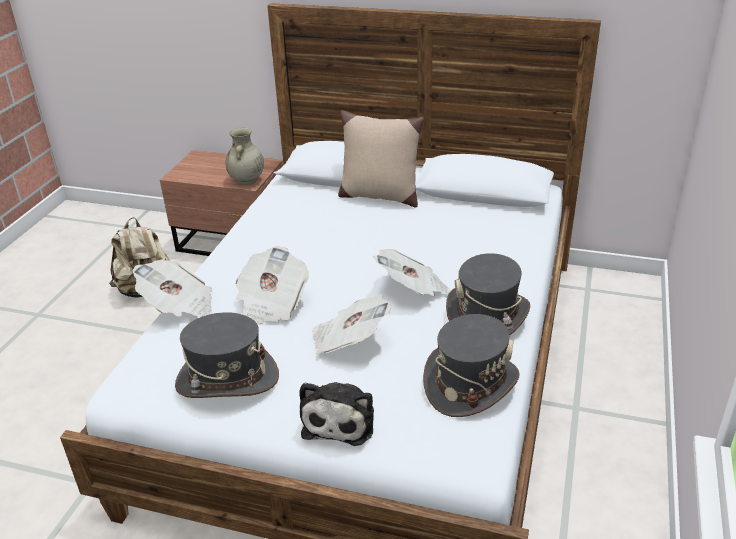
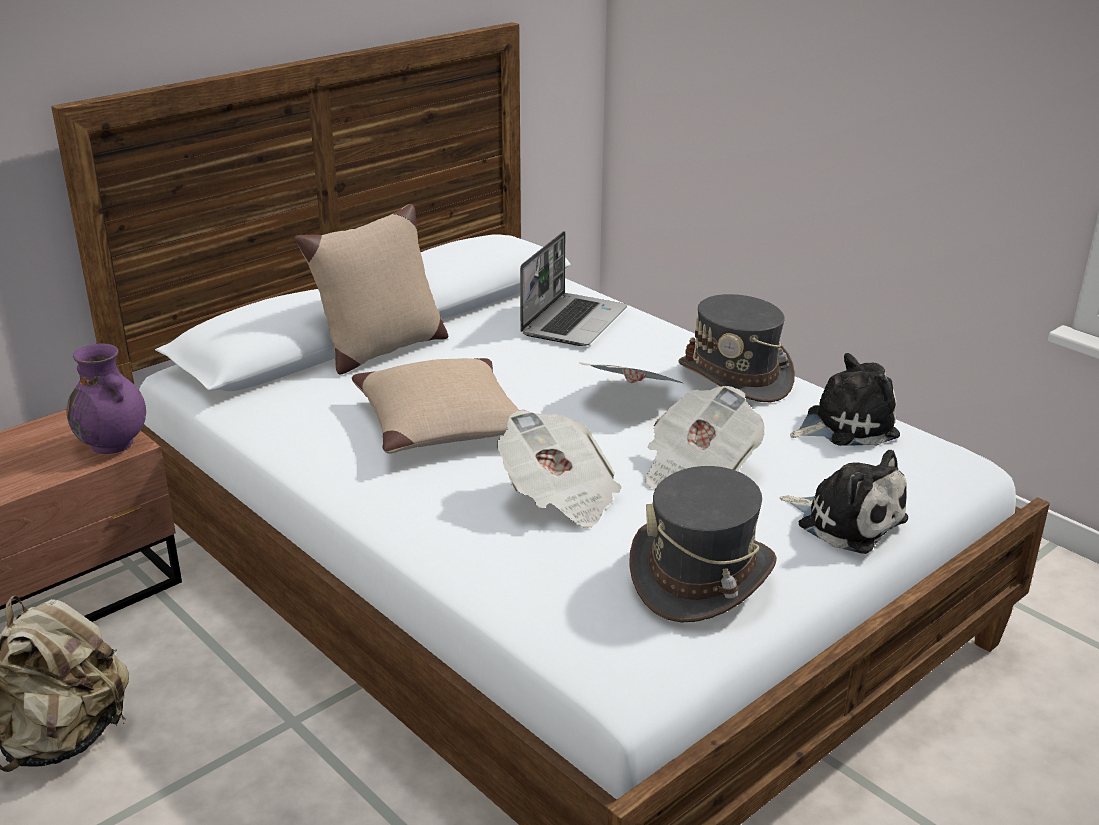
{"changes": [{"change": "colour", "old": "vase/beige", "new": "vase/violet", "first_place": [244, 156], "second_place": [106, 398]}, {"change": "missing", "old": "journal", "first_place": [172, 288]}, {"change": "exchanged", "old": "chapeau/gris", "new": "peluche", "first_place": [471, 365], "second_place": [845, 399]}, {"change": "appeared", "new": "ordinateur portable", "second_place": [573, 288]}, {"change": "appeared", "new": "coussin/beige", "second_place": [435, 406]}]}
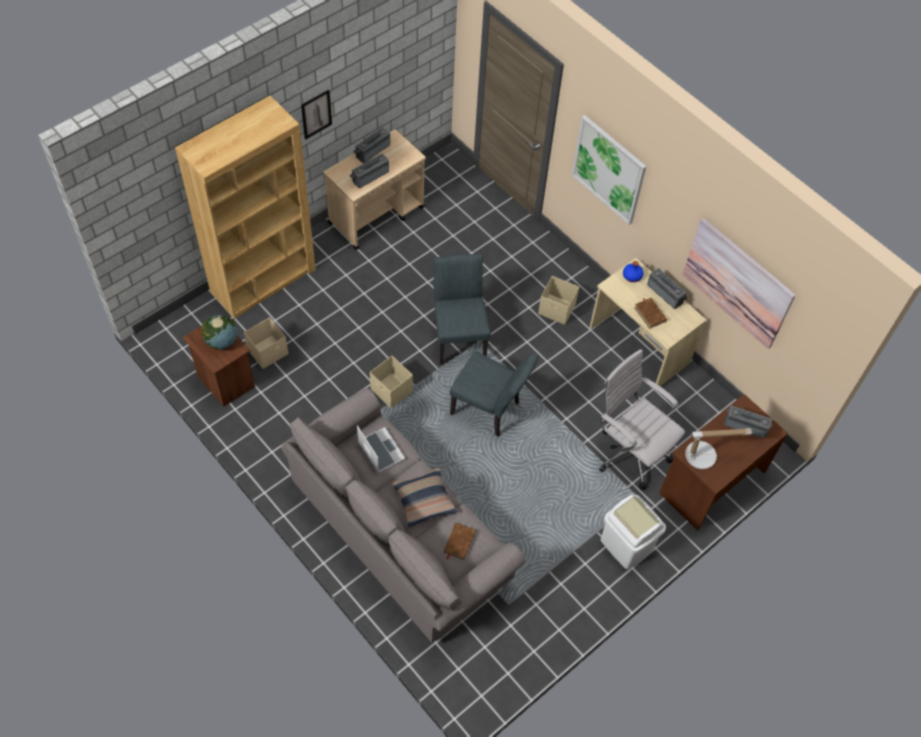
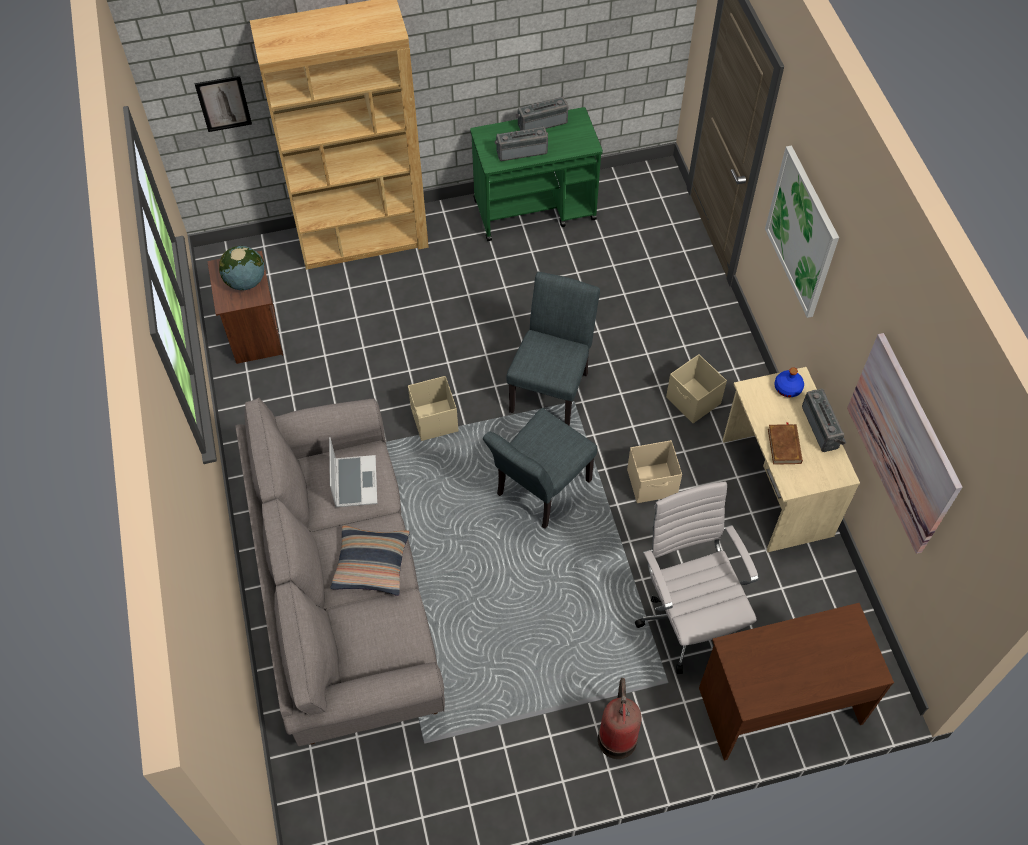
{"changes": [{"change": "relocated", "old": "tableau", "first_place": [316, 114], "second_place": [223, 104]}, {"change": "colour", "old": "chariot/beige", "new": "chariot/vert", "first_place": [375, 189], "second_place": [536, 174]}, {"change": "relocated", "old": "boîte de rangement/beige", "first_place": [266, 343], "second_place": [654, 471]}, {"change": "spun", "old": "chaise/gris", "first_place": [494, 394], "second_place": [540, 468], "degrees": 75}, {"change": "missing", "old": "radio", "first_place": [748, 421]}, {"change": "missing", "old": "lampe de table", "first_place": [718, 448]}, {"change": "exchanged", "old": "poubelle/blanc", "new": "extincteur", "first_place": [633, 532], "second_place": [620, 718]}, {"change": "missing", "old": "livre/marron", "first_place": [459, 541]}]}
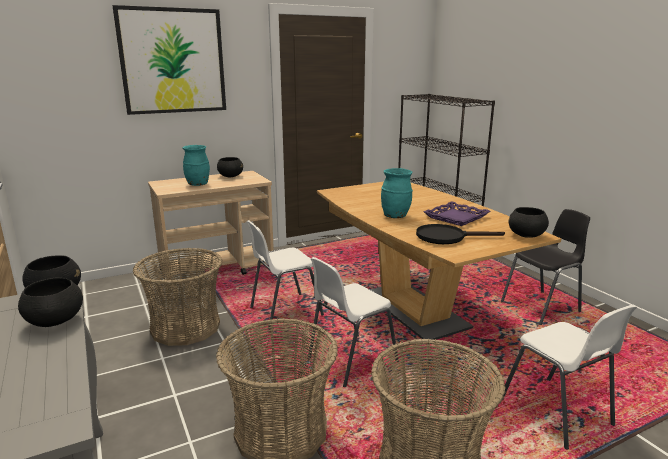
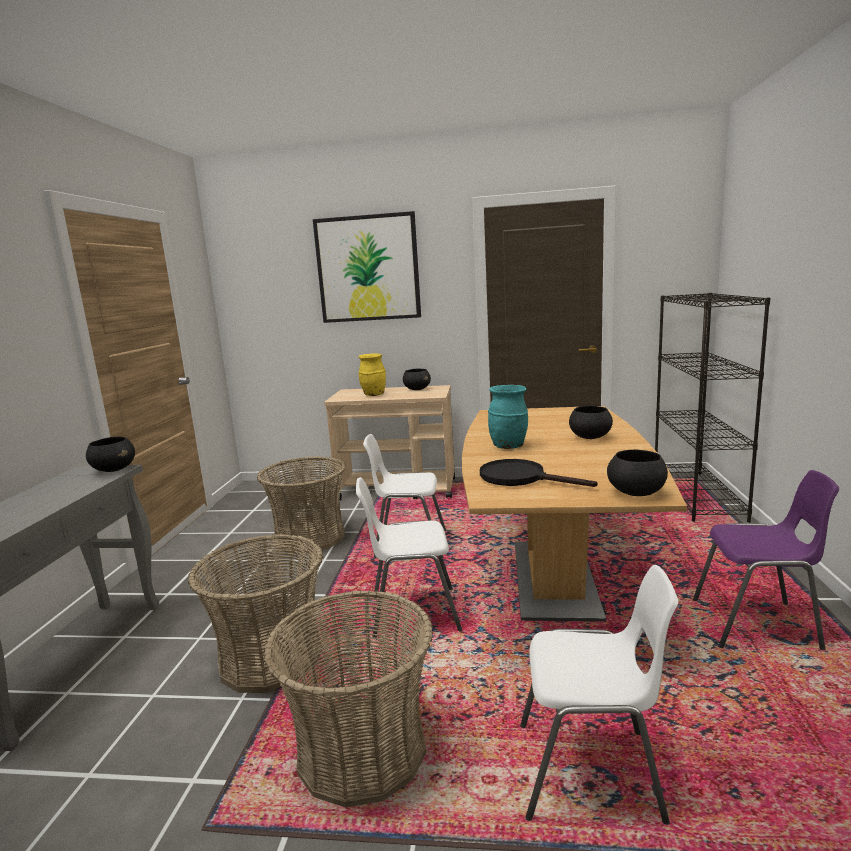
{"changes": [{"change": "colour", "old": "vase/turquoise", "new": "vase/jaune", "first_place": [196, 165], "second_place": [372, 374]}, {"change": "missing", "old": "plateau/violet", "first_place": [457, 213]}, {"change": "colour", "old": "chaise/noir", "new": "chaise/violet", "first_place": [545, 267], "second_place": [766, 560]}, {"change": "relocated", "old": "bol/noir", "first_place": [50, 302], "second_place": [591, 422]}, {"change": "spun", "old": "chaise/blanc", "first_place": [569, 377], "second_place": [599, 695], "degrees": -90}]}
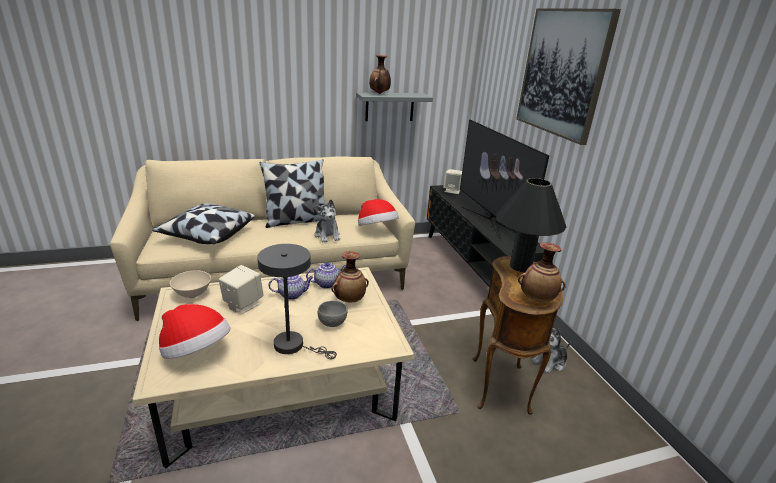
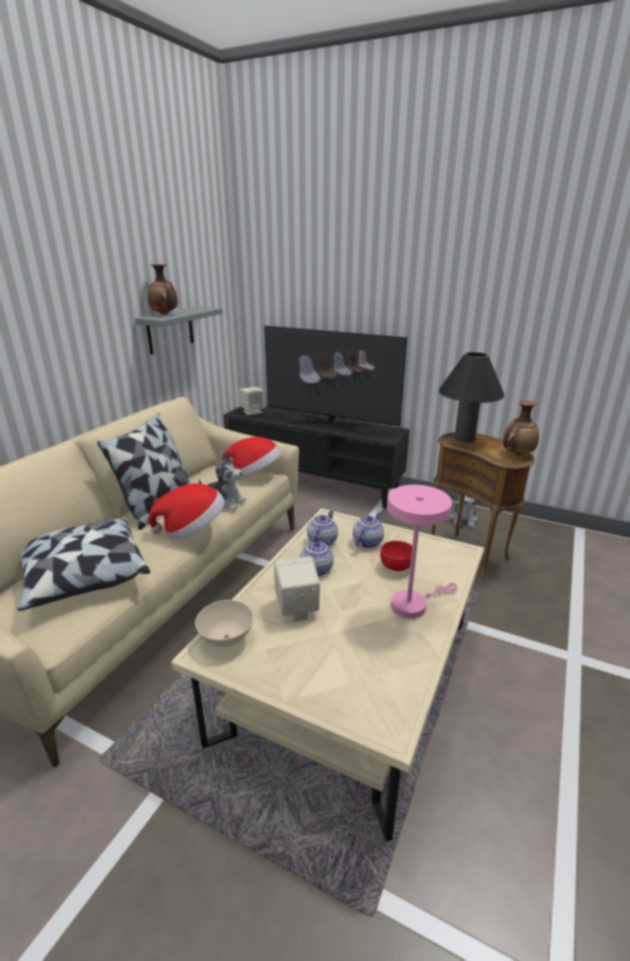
{"changes": [{"change": "missing", "old": "tableau", "first_place": [568, 76]}, {"change": "colour", "old": "lampe de table/gris", "new": "lampe de table/rose", "first_place": [297, 301], "second_place": [422, 552]}, {"change": "exchanged", "old": "vase", "new": "théière", "first_place": [350, 276], "second_place": [368, 530]}, {"change": "colour", "old": "bol/gris", "new": "bol/rouge", "first_place": [333, 314], "second_place": [396, 556]}, {"change": "relocated", "old": "chapeau", "first_place": [194, 331], "second_place": [186, 511]}]}
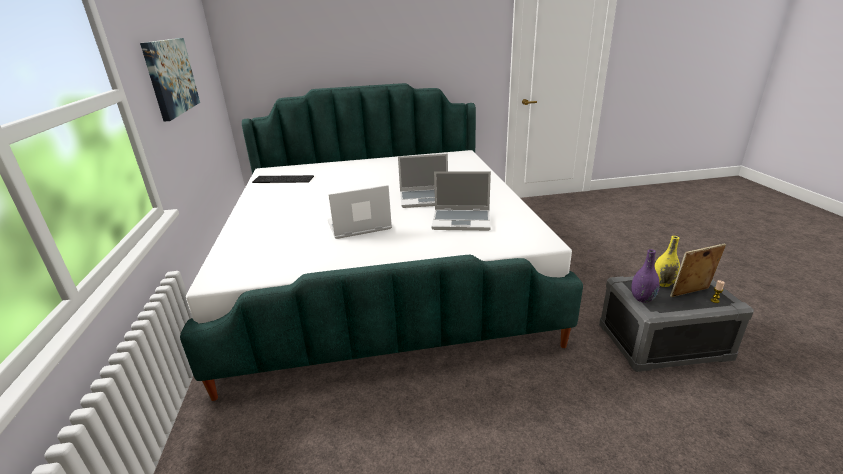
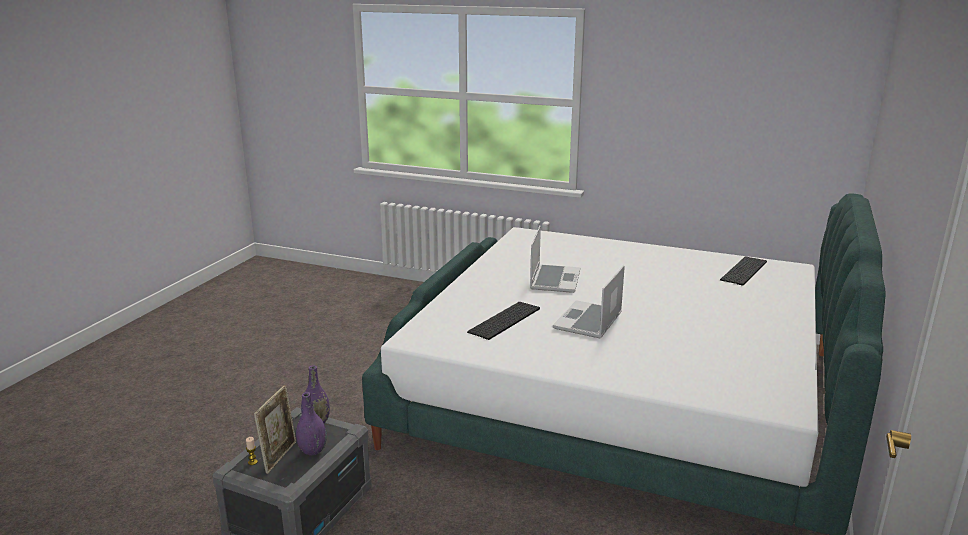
{"changes": [{"change": "missing", "old": "tableau", "first_place": [170, 80]}, {"change": "exchanged", "old": "ordinateur portable", "new": "clavier", "first_place": [461, 201], "second_place": [503, 321]}, {"change": "colour", "old": "vase/jaune", "new": "vase/violet", "first_place": [667, 261], "second_place": [311, 423]}]}
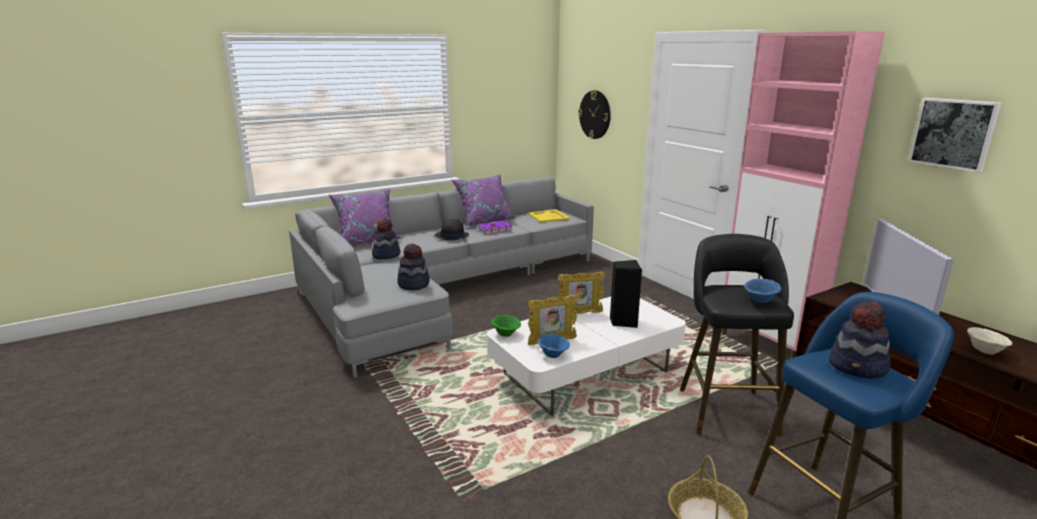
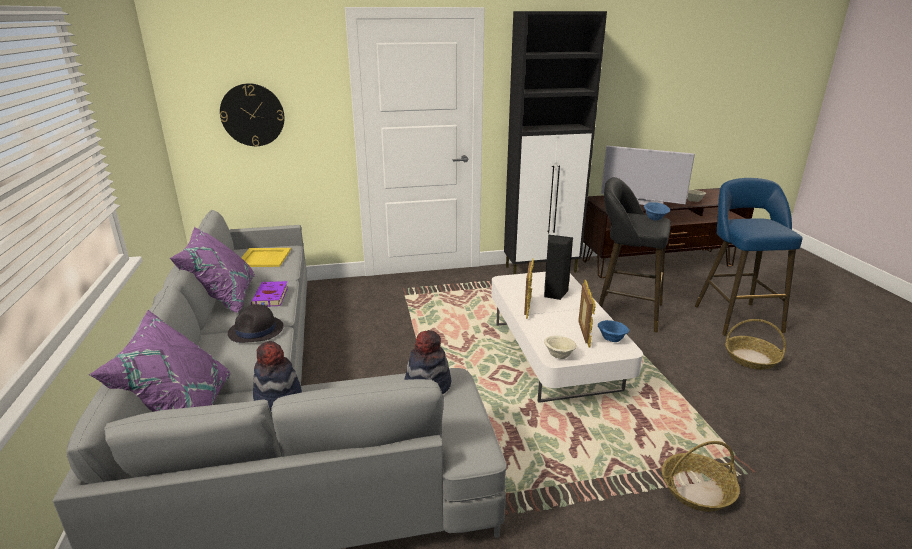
{"changes": [{"change": "colour", "old": "meuble de rangement/rose", "new": "meuble de rangement/noir", "first_place": [804, 194], "second_place": [555, 142]}, {"change": "missing", "old": "tableau", "first_place": [954, 135]}, {"change": "missing", "old": "chapeau", "first_place": [859, 339]}, {"change": "colour", "old": "bol/vert", "new": "bol/beige", "first_place": [506, 326], "second_place": [560, 347]}, {"change": "appeared", "new": "panier", "second_place": [701, 476]}]}
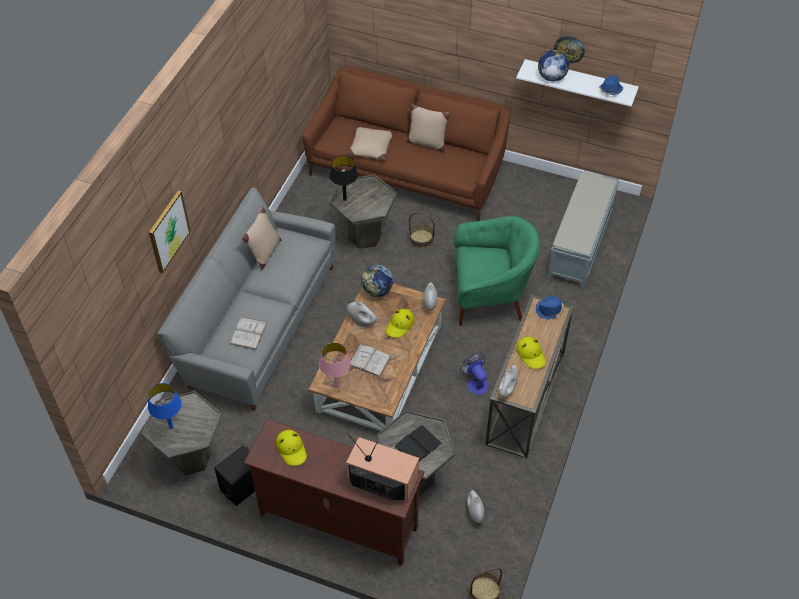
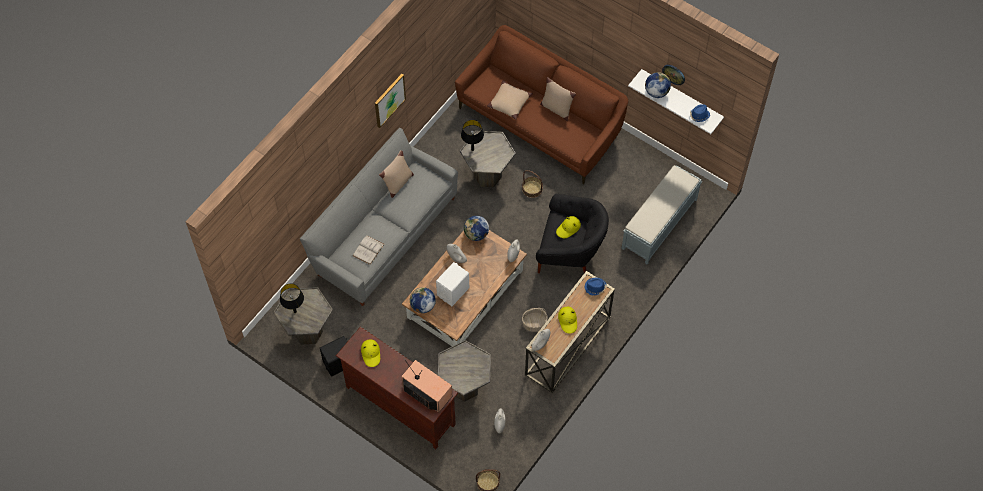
{"changes": [{"change": "relocated", "old": "tableau", "first_place": [169, 231], "second_place": [390, 101]}, {"change": "colour", "old": "fauteuil/vert", "new": "fauteuil/noir", "first_place": [497, 271], "second_place": [572, 233]}, {"change": "relocated", "old": "chapeau/jaune", "first_place": [400, 323], "second_place": [568, 227]}, {"change": "exchanged", "old": "lampe de table/rose", "new": "globe", "first_place": [335, 365], "second_place": [423, 300]}, {"change": "exchanged", "old": "livre/blanc", "new": "enceinte/blanc", "first_place": [371, 361], "second_place": [452, 284]}, {"change": "exchanged", "old": "ventilateur", "new": "panier", "first_place": [474, 374], "second_place": [535, 320]}, {"change": "colour", "old": "lampe de table/bleu", "new": "lampe de table/noir", "first_place": [165, 406], "second_place": [292, 298]}, {"change": "missing", "old": "livre/noir", "first_place": [418, 443]}]}
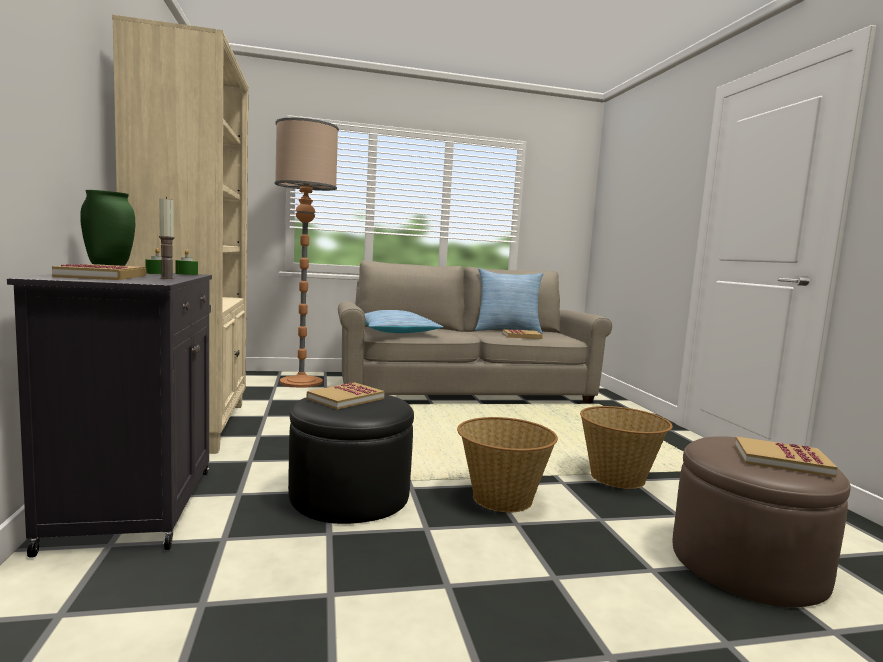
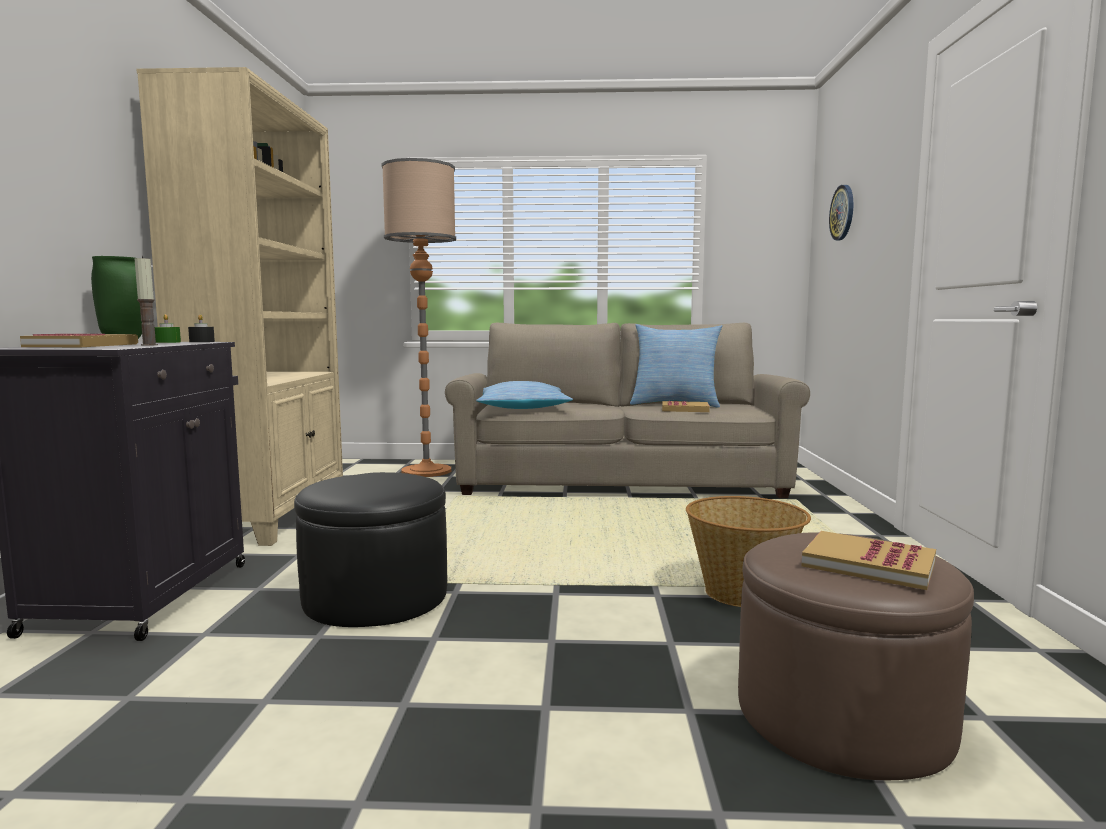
{"changes": [{"change": "colour", "old": "bougie/vert", "new": "bougie/noir", "first_place": [186, 262], "second_place": [201, 328]}, {"change": "missing", "old": "livre", "first_place": [346, 396]}, {"change": "missing", "old": "panier", "first_place": [507, 464]}, {"change": "appeared", "new": "horloge murale", "second_place": [841, 212]}]}
